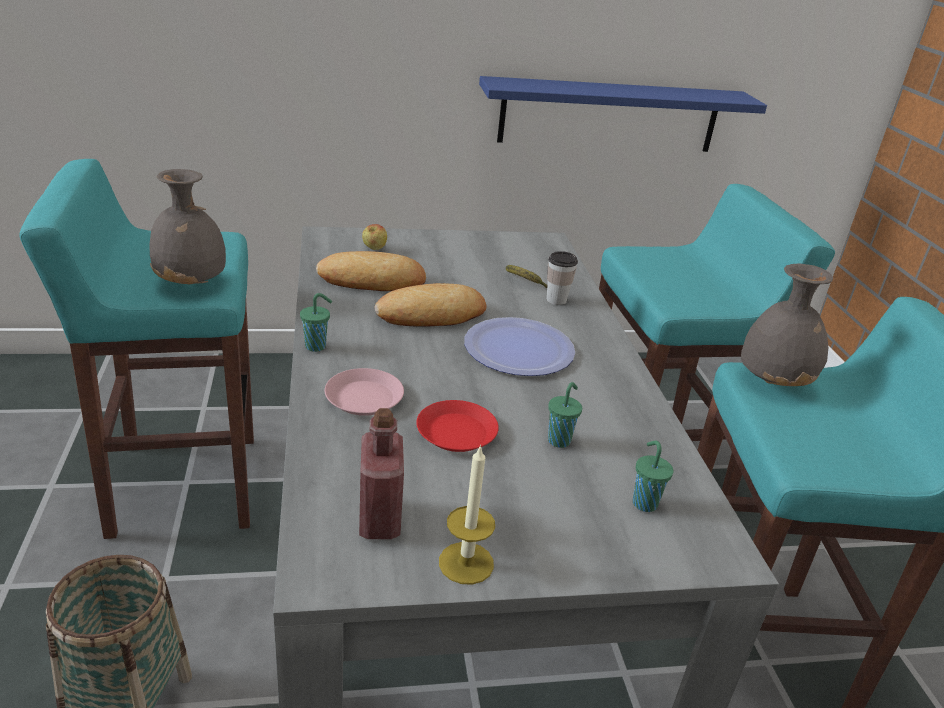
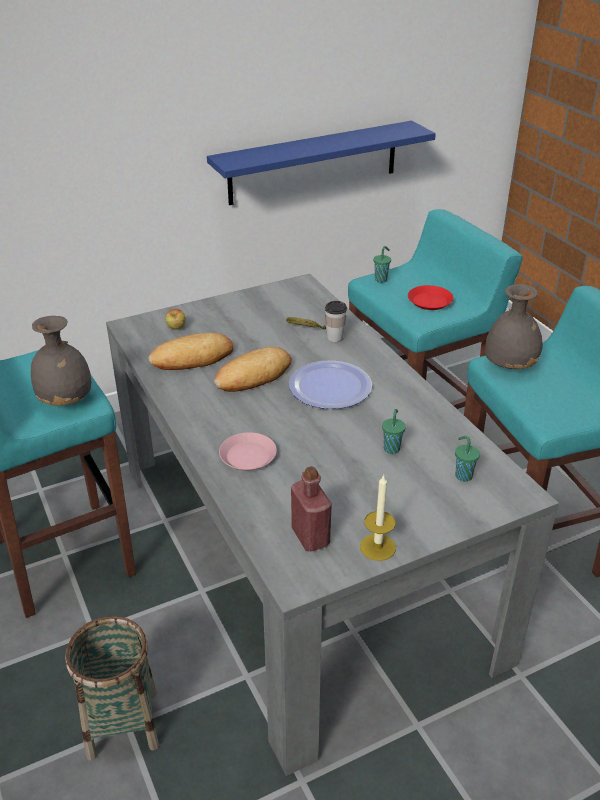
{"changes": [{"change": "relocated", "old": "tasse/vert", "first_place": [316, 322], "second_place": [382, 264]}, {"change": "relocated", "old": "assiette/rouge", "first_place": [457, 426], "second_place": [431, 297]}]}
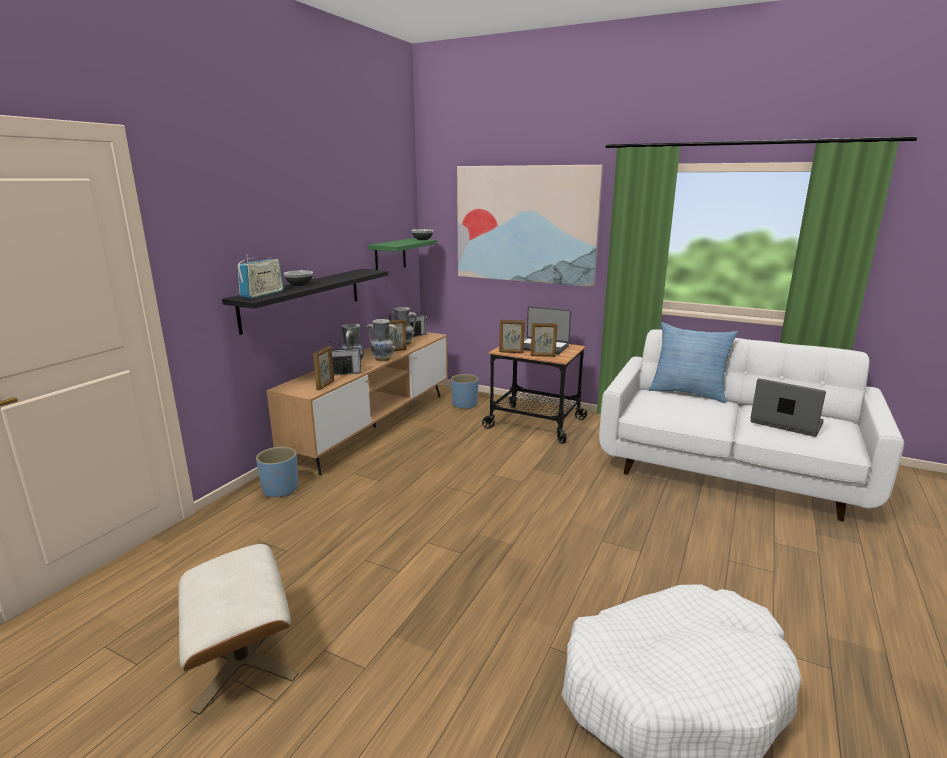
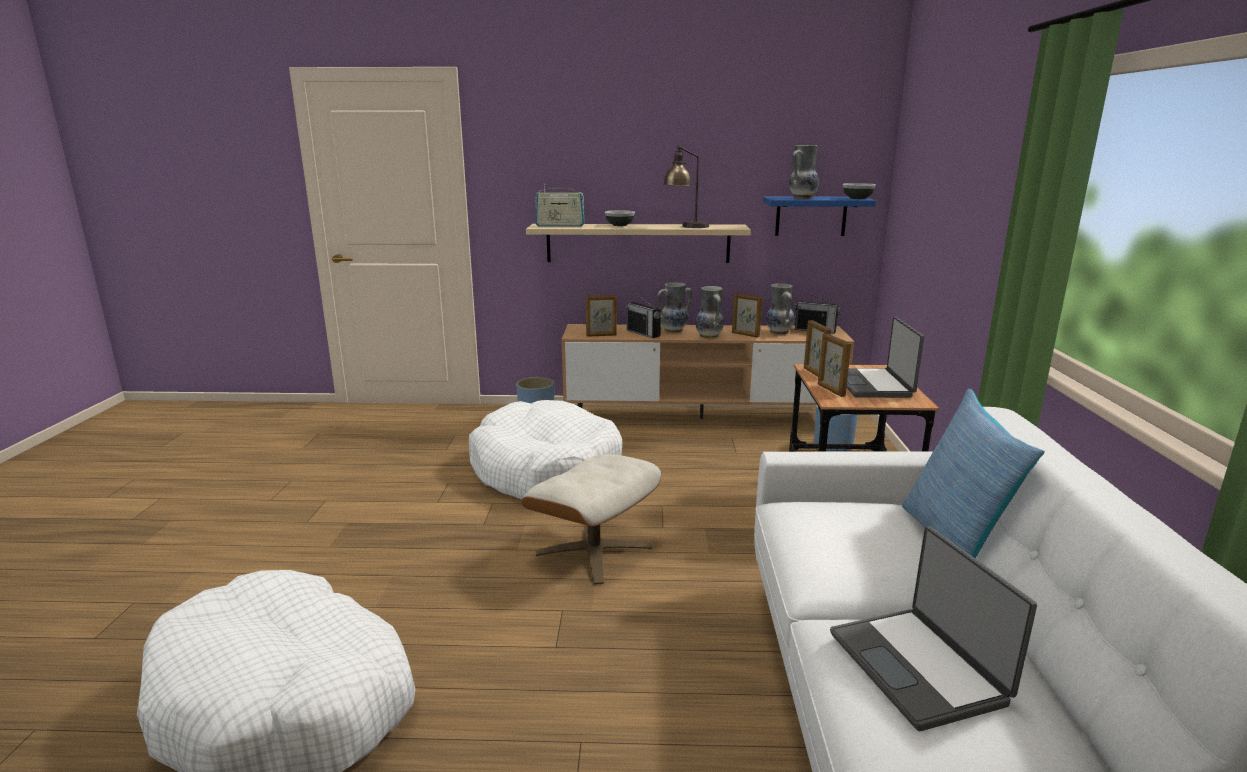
{"changes": [{"change": "missing", "old": "tableau", "first_place": [530, 226]}, {"change": "colour", "old": "étagère/vert", "new": "étagère/bleu", "first_place": [402, 254], "second_place": [819, 216]}, {"change": "colour", "old": "étagère/noir", "new": "étagère/beige", "first_place": [305, 302], "second_place": [638, 243]}, {"change": "spun", "old": "ordinateur portable", "first_place": [788, 407], "second_place": [933, 628], "degrees": 150}, {"change": "relocated", "old": "pouf/beige", "first_place": [238, 629], "second_place": [591, 519]}, {"change": "appeared", "new": "lampe de table", "second_place": [686, 186]}, {"change": "appeared", "new": "vase", "second_place": [804, 172]}, {"change": "appeared", "new": "panier pour chien/blanc", "second_place": [545, 449]}]}
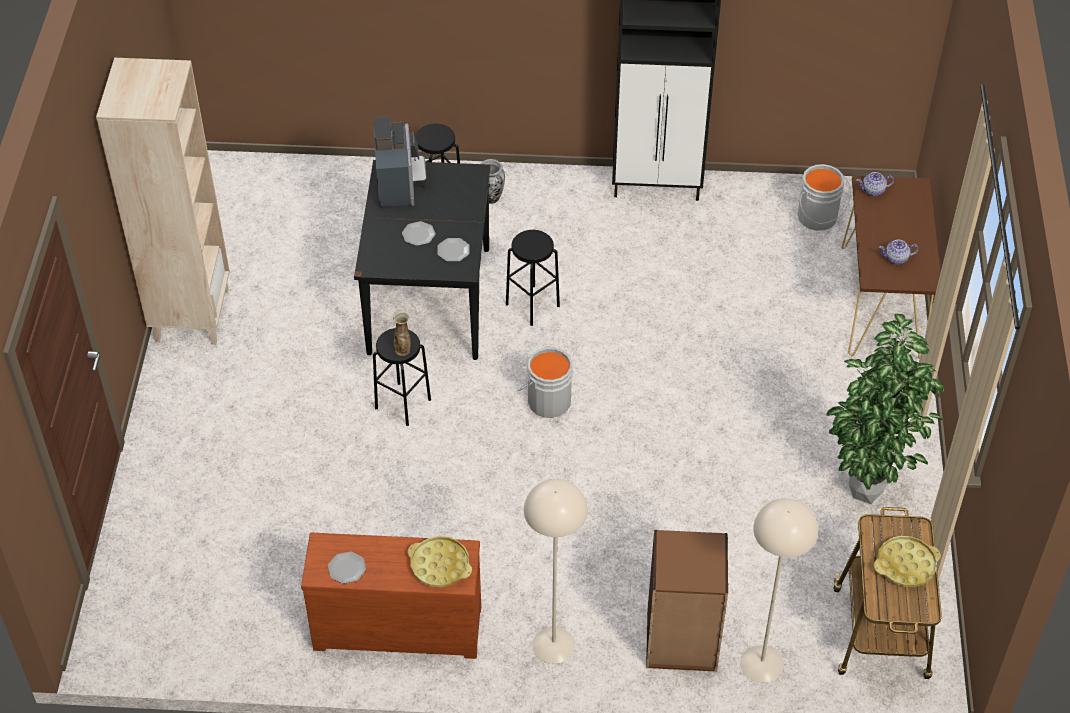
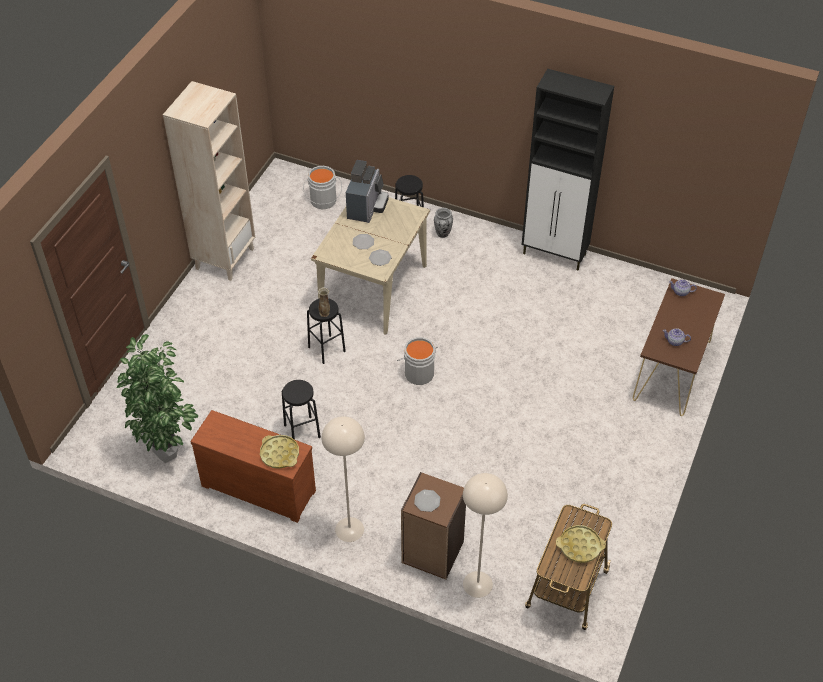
{"changes": [{"change": "colour", "old": "table à manger/noir", "new": "table à manger/beige", "first_place": [422, 260], "second_place": [370, 265]}, {"change": "relocated", "old": "seau/gris", "first_place": [824, 197], "second_place": [322, 187]}, {"change": "relocated", "old": "tabouret/noir", "first_place": [533, 278], "second_place": [301, 410]}, {"change": "relocated", "old": "plante en pot", "first_place": [885, 409], "second_place": [157, 398]}, {"change": "relocated", "old": "assiette", "first_place": [347, 567], "second_place": [427, 501]}]}
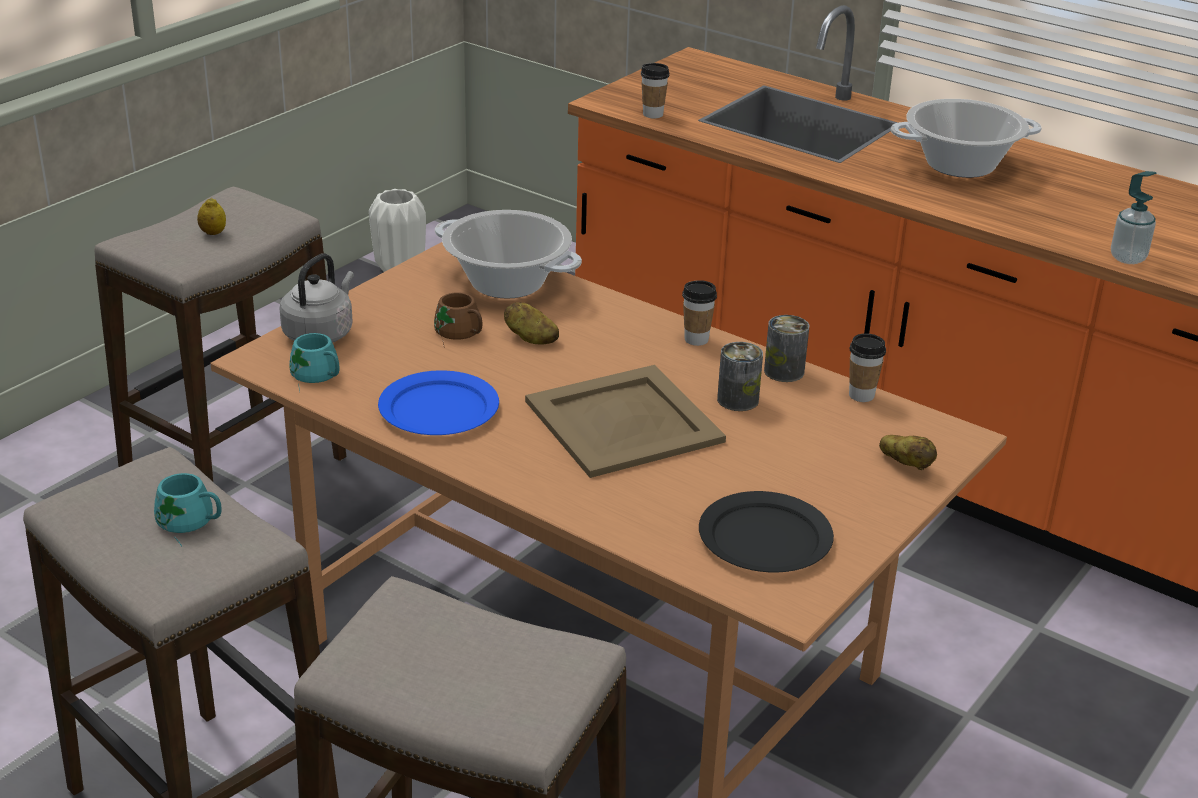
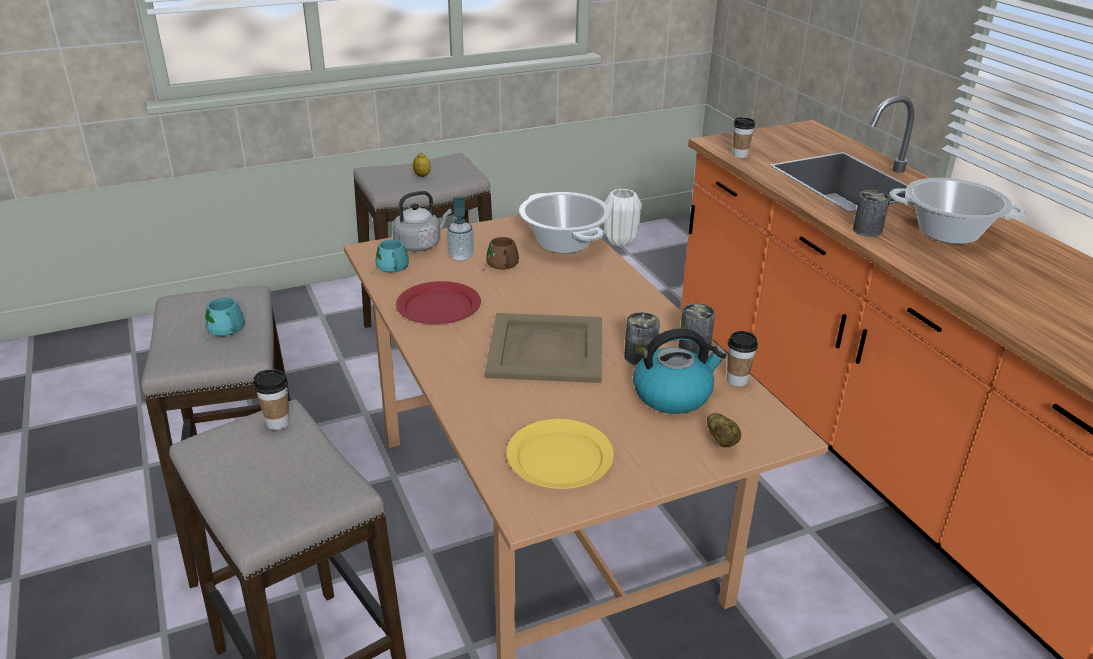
{"changes": [{"change": "relocated", "old": "distributeur de savon", "first_place": [1134, 217], "second_place": [460, 229]}, {"change": "relocated", "old": "tasse", "first_place": [699, 313], "second_place": [271, 400]}, {"change": "missing", "old": "pomme de terre", "first_place": [531, 323]}, {"change": "colour", "old": "assiette/bleu", "new": "assiette/rouge", "first_place": [438, 402], "second_place": [438, 302]}, {"change": "colour", "old": "assiette/noir", "new": "assiette/jaune", "first_place": [766, 531], "second_place": [560, 454]}, {"change": "appeared", "new": "boîte métallique", "second_place": [871, 213]}, {"change": "appeared", "new": "bouilloire", "second_place": [680, 371]}]}
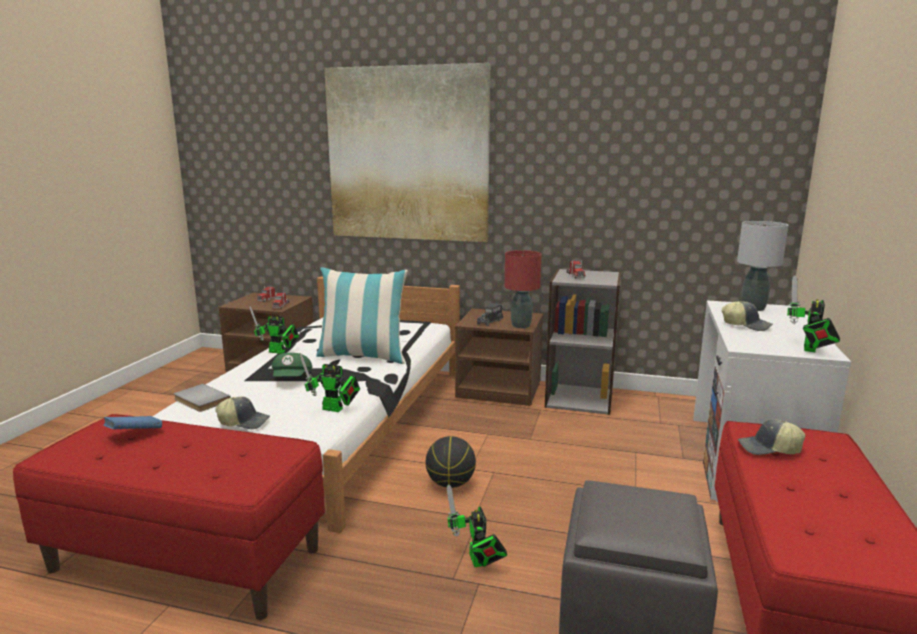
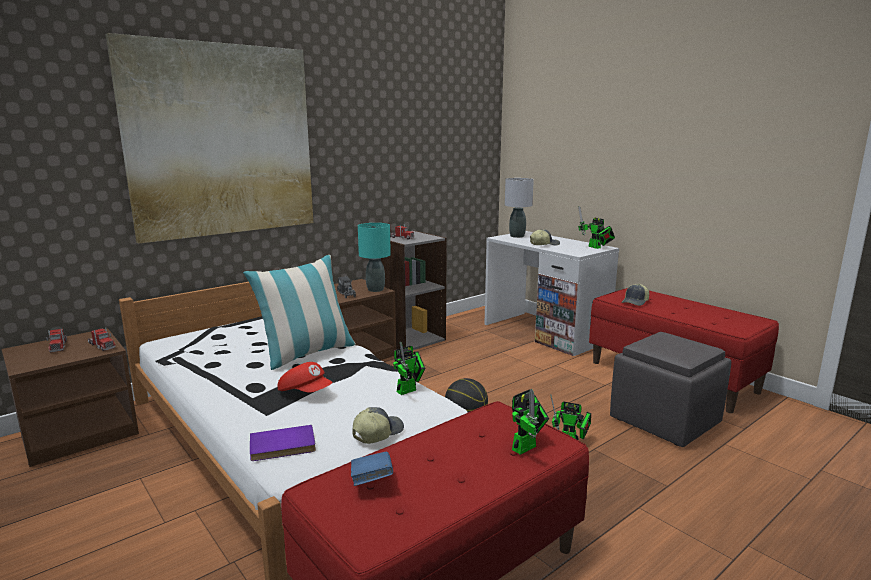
{"changes": [{"change": "colour", "old": "lampe de table/rouge", "new": "lampe de table/turquoise", "first_place": [522, 289], "second_place": [374, 257]}, {"change": "relocated", "old": "robot jouet", "first_place": [274, 330], "second_place": [530, 422]}, {"change": "colour", "old": "casquette/vert", "new": "casquette/rouge", "first_place": [291, 365], "second_place": [305, 377]}, {"change": "colour", "old": "livre/gris", "new": "livre/violet", "first_place": [202, 398], "second_place": [283, 443]}]}
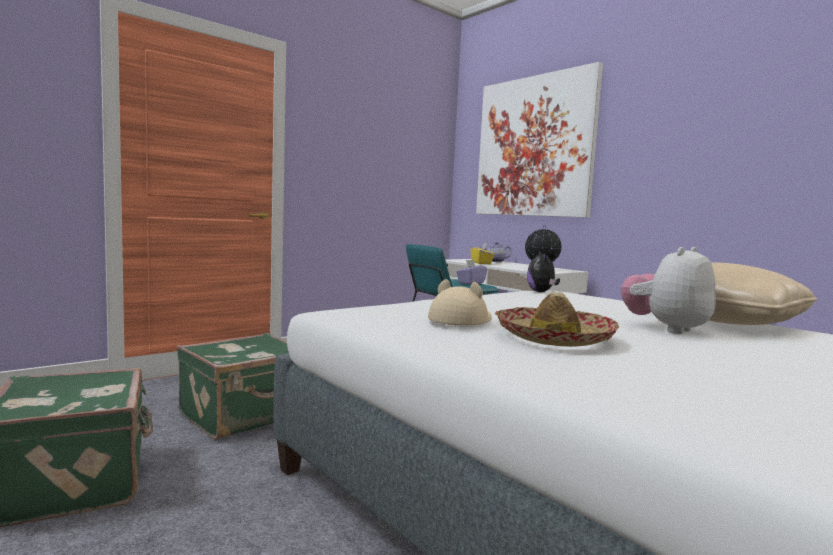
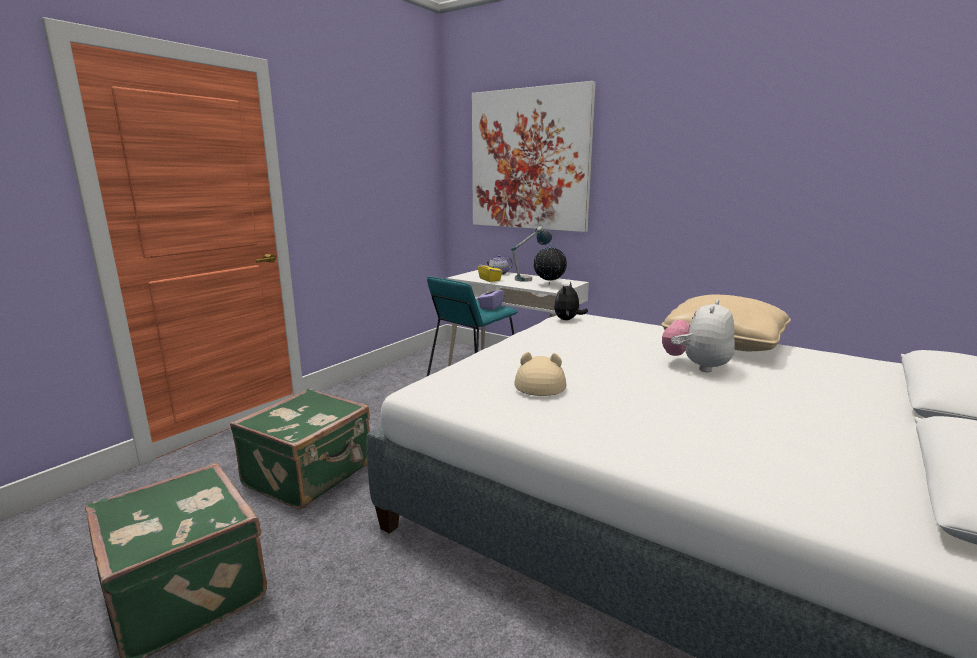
{"changes": [{"change": "spun", "old": "peluche", "first_place": [543, 271], "second_place": [571, 300], "degrees": 45}, {"change": "missing", "old": "chapeau", "first_place": [557, 319]}, {"change": "appeared", "new": "lampe de table", "second_place": [531, 254]}]}
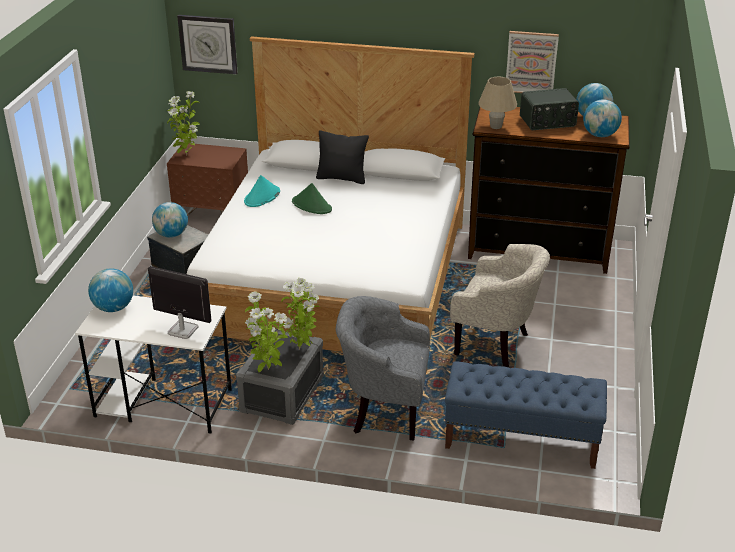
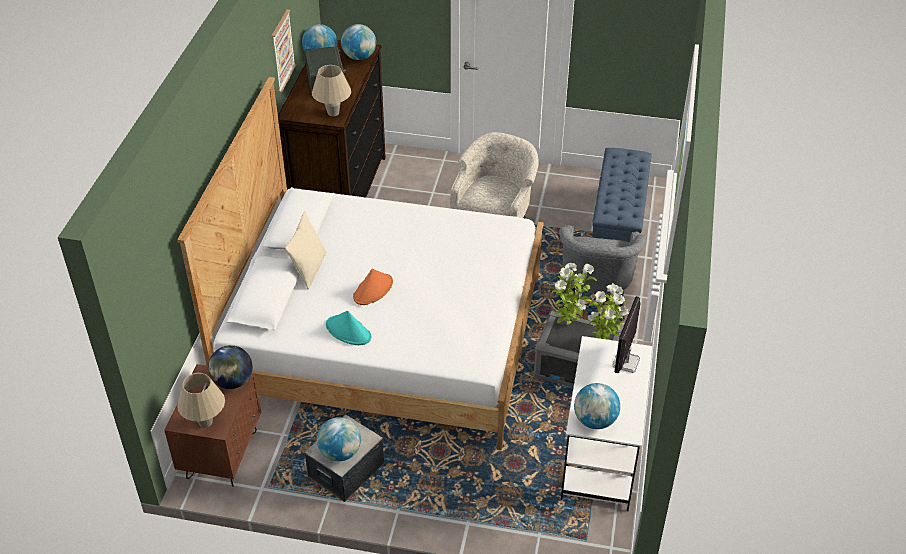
{"changes": [{"change": "missing", "old": "horloge murale", "first_place": [207, 44]}, {"change": "exchanged", "old": "plante en pot", "new": "lampe de table/beige", "first_place": [183, 123], "second_place": [201, 400]}, {"change": "colour", "old": "coussin/noir", "new": "coussin/beige", "first_place": [342, 157], "second_place": [305, 250]}, {"change": "colour", "old": "chapeau/vert", "new": "chapeau/orange", "first_place": [312, 198], "second_place": [373, 286]}, {"change": "appeared", "new": "globe", "second_place": [230, 367]}]}
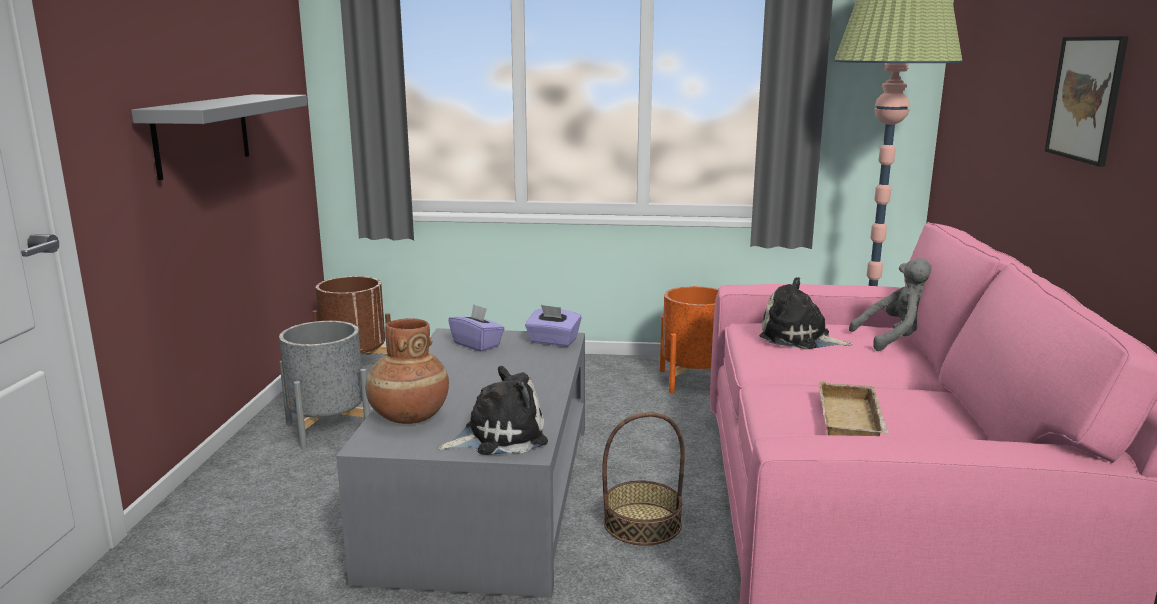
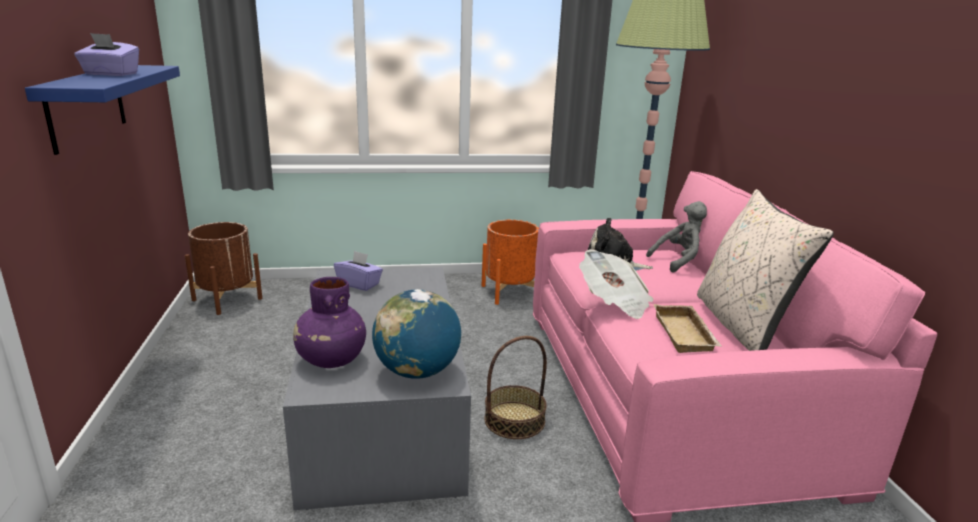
{"changes": [{"change": "missing", "old": "tableau", "first_place": [1087, 101]}, {"change": "colour", "old": "étagère/gris", "new": "étagère/bleu", "first_place": [219, 137], "second_place": [102, 110]}, {"change": "relocated", "old": "boîte à mouchoirs/violet", "first_place": [553, 326], "second_place": [106, 54]}, {"change": "colour", "old": "vase/marron", "new": "vase/violet", "first_place": [407, 371], "second_place": [329, 322]}, {"change": "missing", "old": "cache-pot/gris", "first_place": [324, 385]}, {"change": "exchanged", "old": "peluche", "new": "globe", "first_place": [493, 410], "second_place": [416, 334]}, {"change": "appeared", "new": "coussin/beige", "second_place": [765, 270]}, {"change": "appeared", "new": "journal", "second_place": [616, 284]}]}
